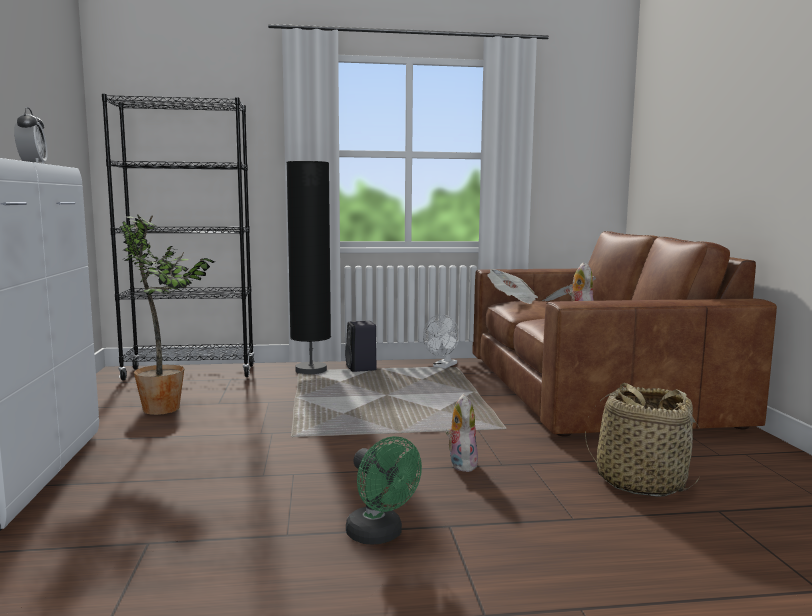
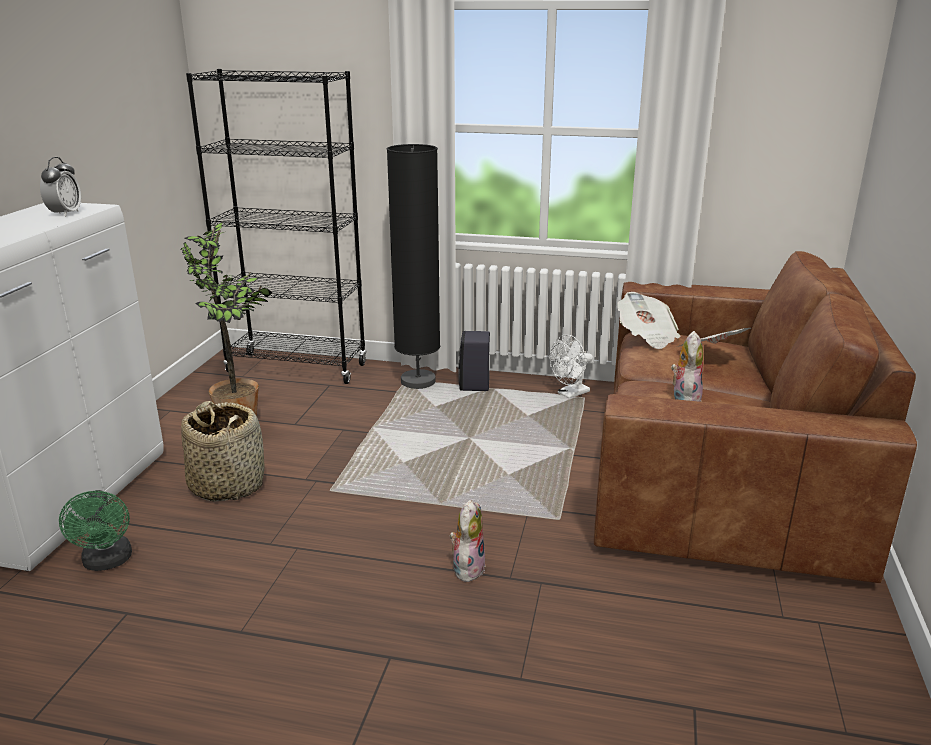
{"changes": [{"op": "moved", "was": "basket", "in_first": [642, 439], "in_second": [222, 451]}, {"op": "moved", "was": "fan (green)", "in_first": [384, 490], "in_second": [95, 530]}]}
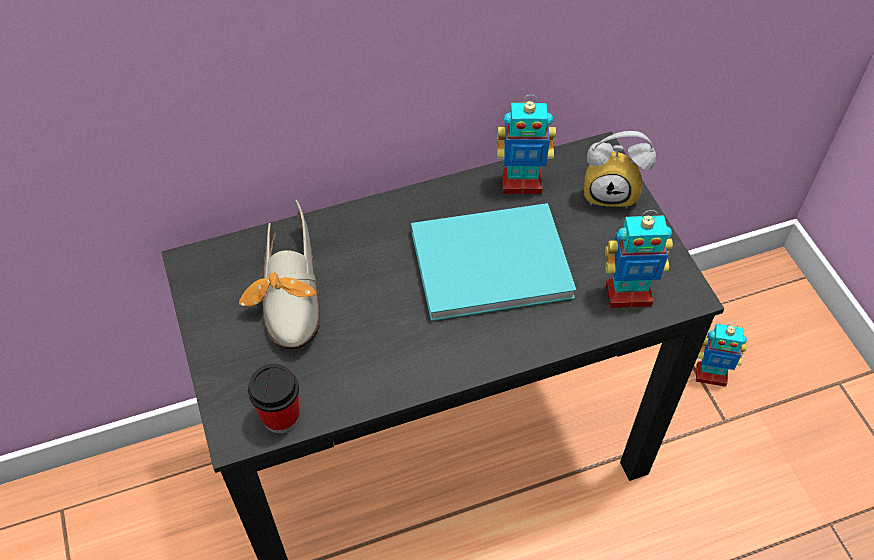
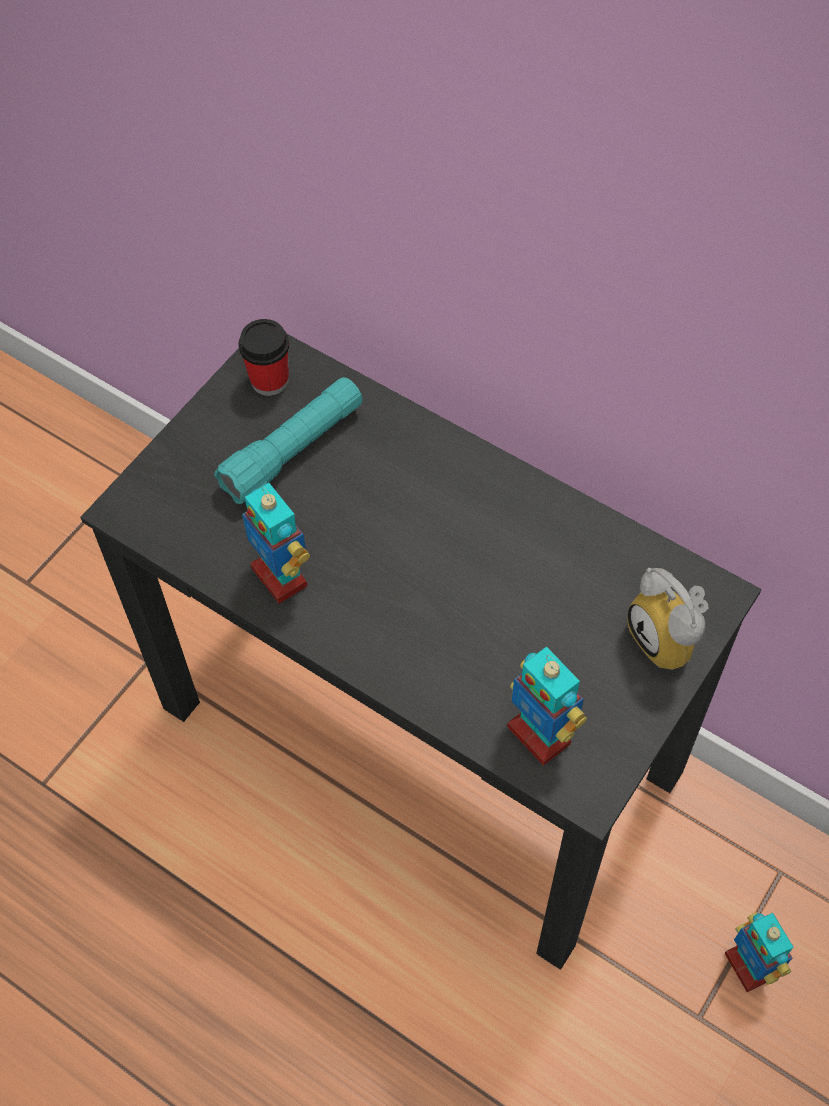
{"changes": [{"op": "moved", "was": "toy robot", "in_first": [526, 144], "in_second": [276, 543]}, {"op": "replaced", "was": "shoe", "now": "flashlight (turquoise)", "in_first": [280, 274], "in_second": [288, 440]}, {"op": "removed", "was": "book (turquoise)", "in_first": [493, 262]}, {"op": "moved", "was": "cup", "in_first": [274, 398], "in_second": [263, 357]}]}
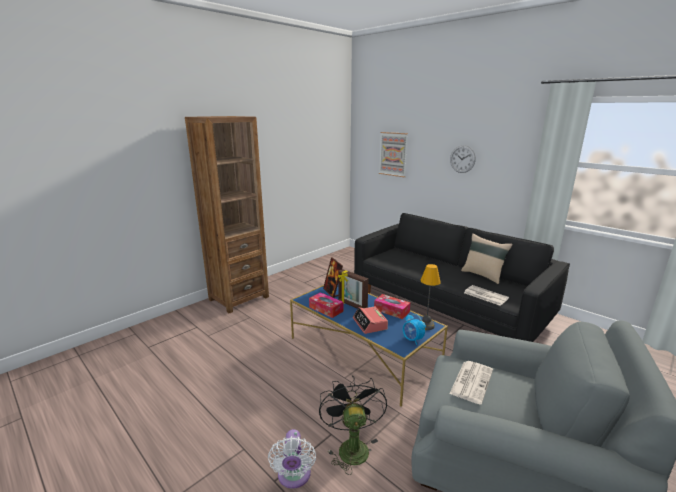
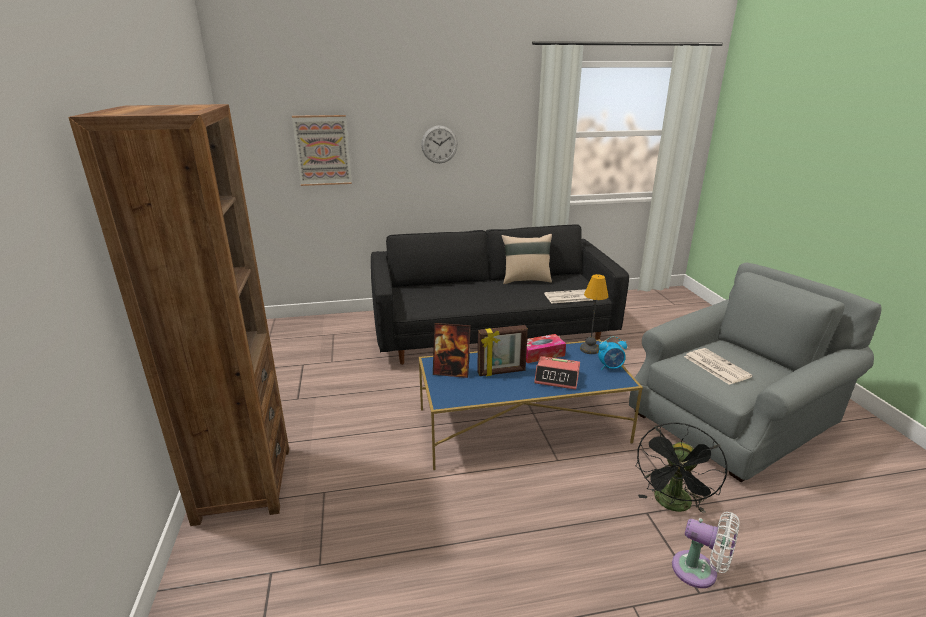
{"changes": [{"op": "removed", "was": "tissue box", "in_first": [326, 305]}, {"op": "turned", "was": "fan (black)", "in_first": [353, 425], "in_second": [682, 468], "clockwise": -90}]}
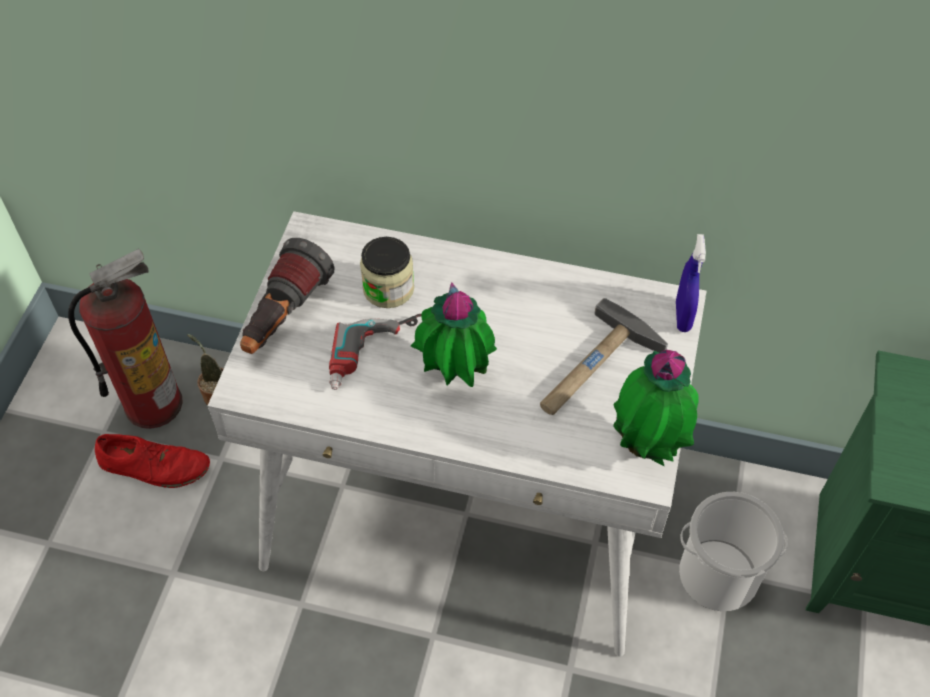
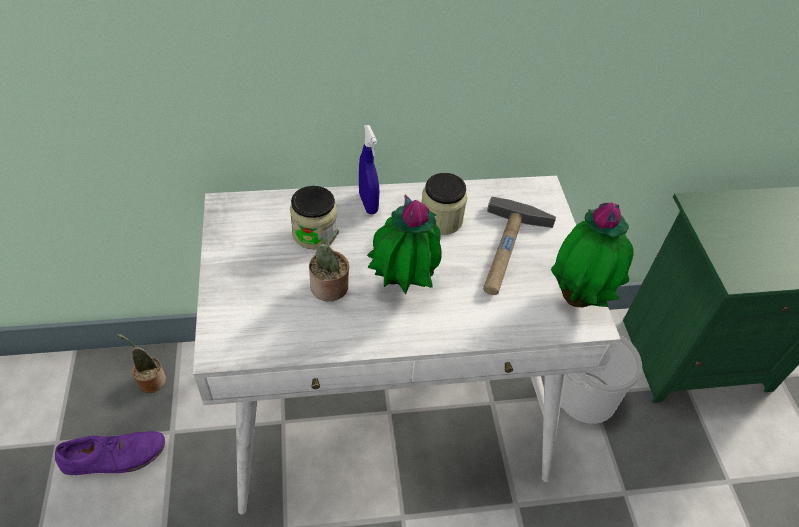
{"changes": [{"op": "moved", "was": "spray bottle (blue)", "in_first": [691, 283], "in_second": [369, 169]}, {"op": "removed", "was": "flashlight", "in_first": [287, 296]}, {"op": "removed", "was": "fire extinguisher", "in_first": [125, 339]}, {"op": "replaced", "was": "power drill", "now": "potted plant", "in_first": [375, 352], "in_second": [329, 265]}, {"op": "recoloured", "was": "shoe (red)", "now": "shoe (purple)", "in_first": [152, 461], "in_second": [110, 453]}, {"op": "added", "now": "jar", "in_second": [444, 204]}]}
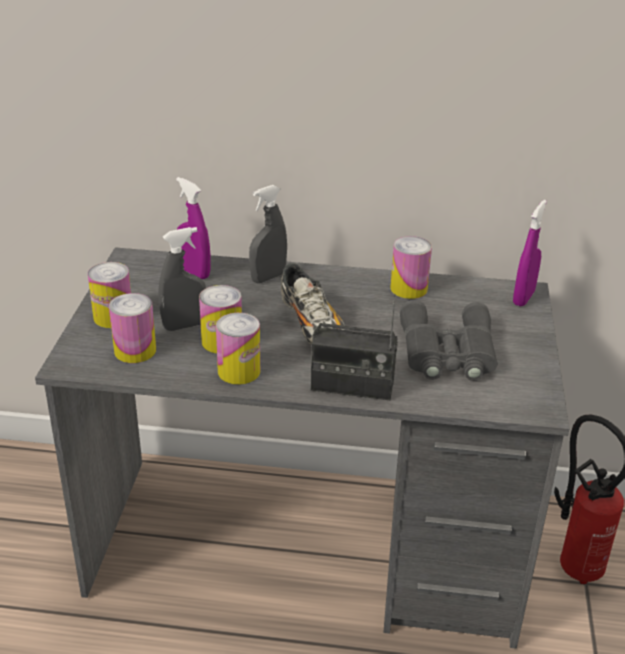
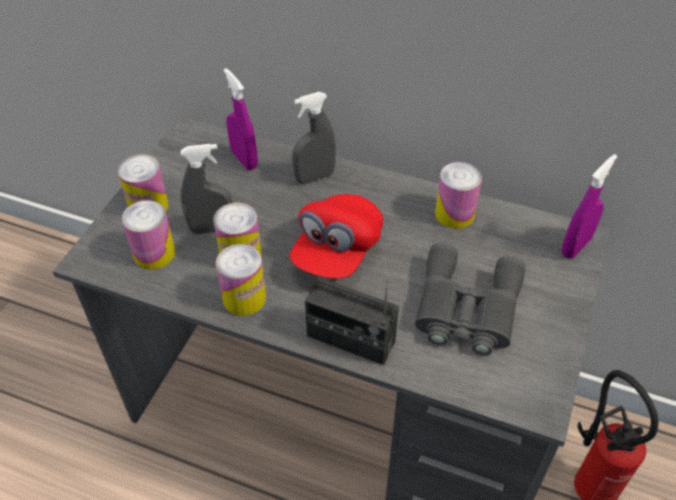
{"changes": [{"op": "replaced", "was": "shoe", "now": "cap (red)", "in_first": [313, 304], "in_second": [336, 236]}]}
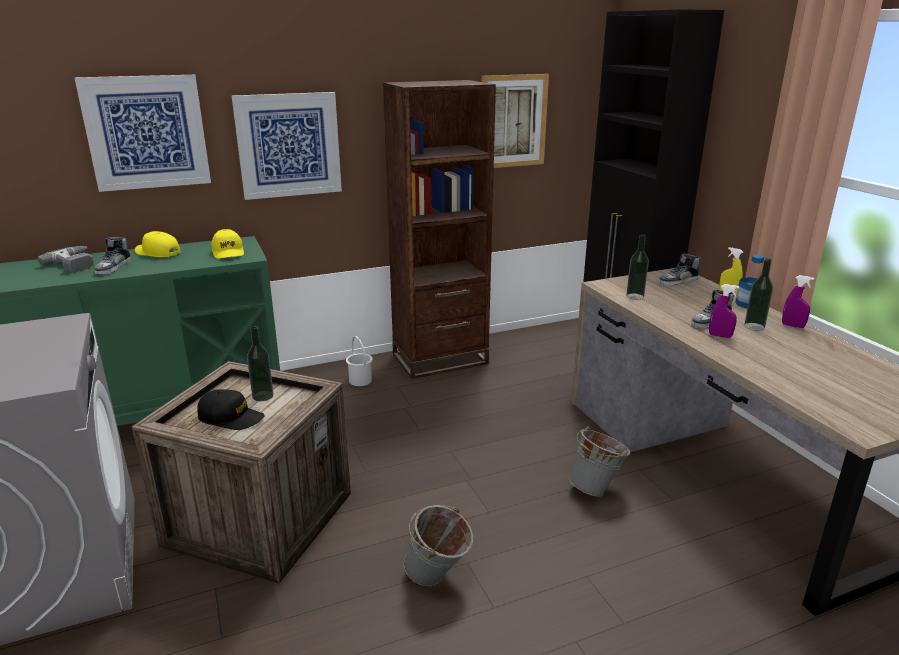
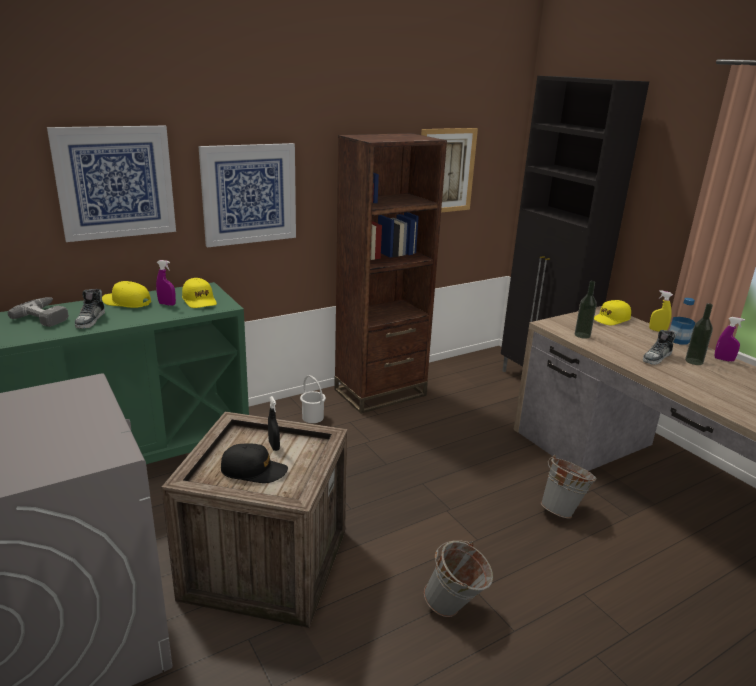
{"changes": [{"op": "replaced", "was": "shoe", "now": "cap (yellow)", "in_first": [680, 270], "in_second": [612, 312]}, {"op": "moved", "was": "spray bottle (purple)", "in_first": [724, 311], "in_second": [166, 283]}, {"op": "replaced", "was": "bottle", "now": "spray bottle (black)", "in_first": [260, 363], "in_second": [274, 423]}]}
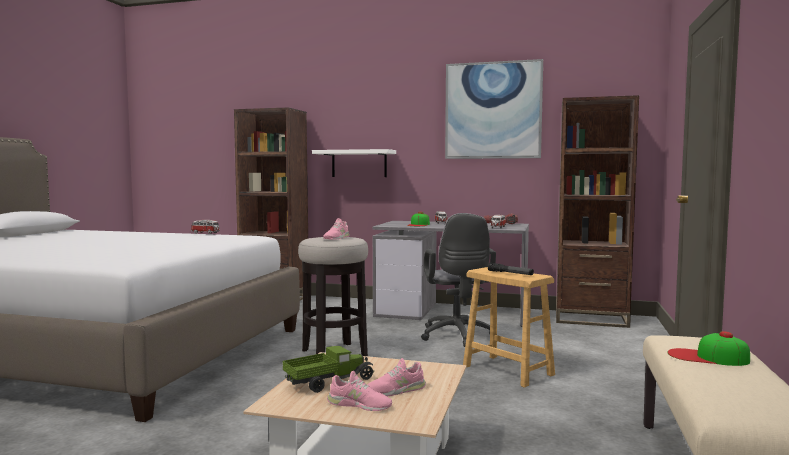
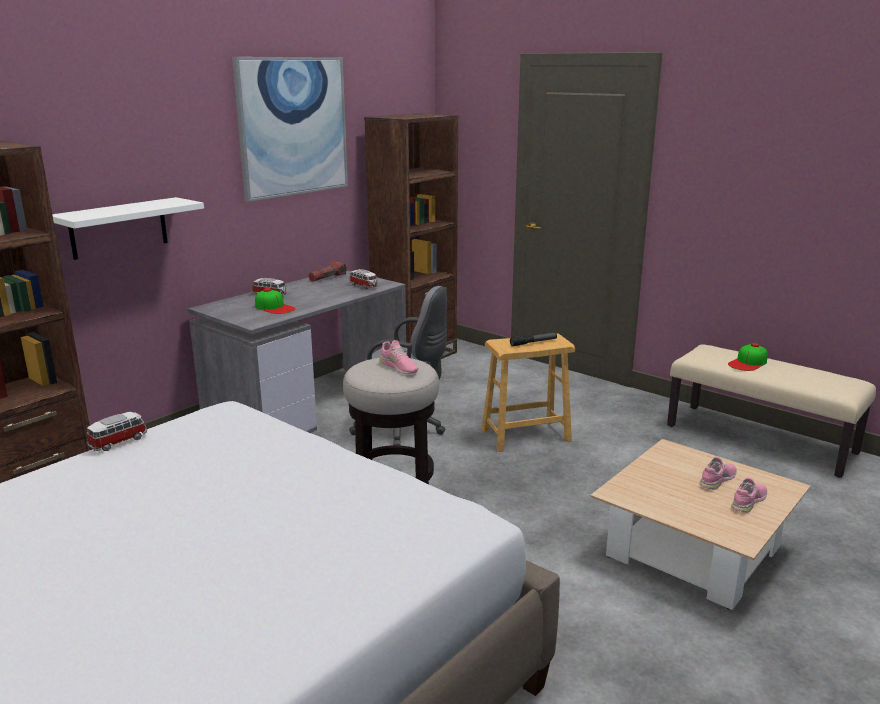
{"changes": [{"op": "removed", "was": "toy truck", "in_first": [328, 369]}, {"op": "turned", "was": "shoe (pink)", "in_first": [396, 377], "in_second": [718, 473], "clockwise": -135}]}
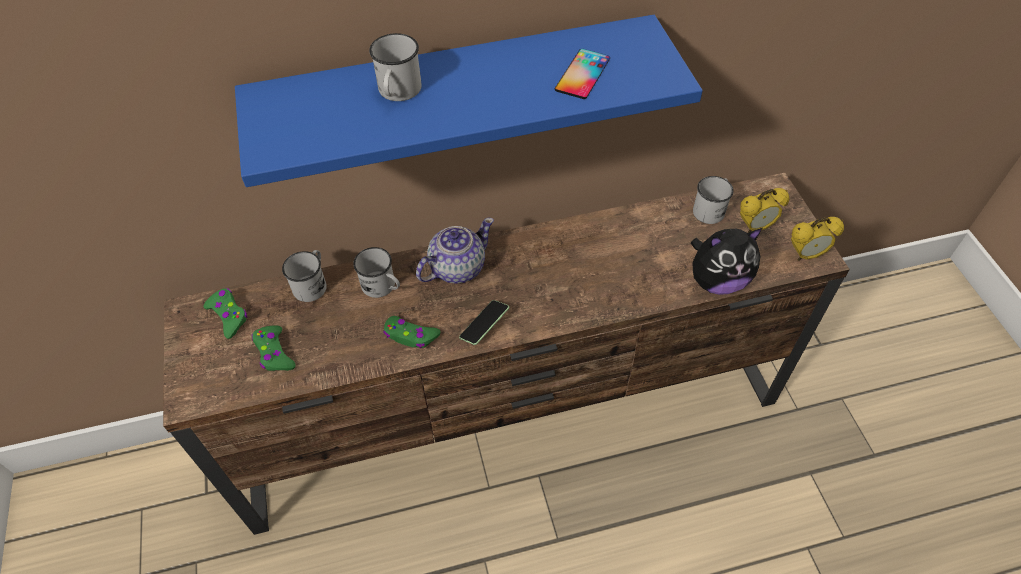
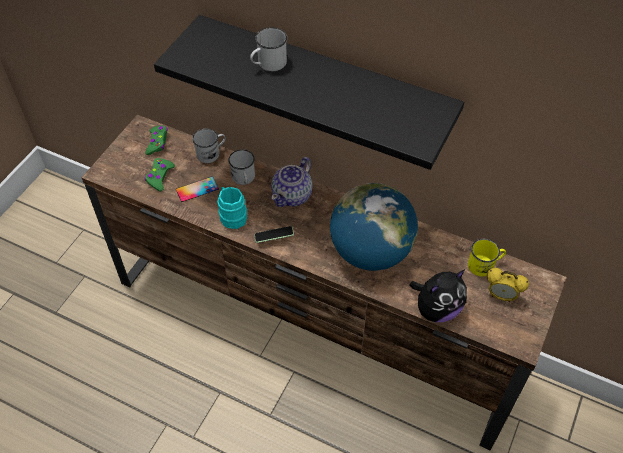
{"changes": [{"op": "recoloured", "was": "shelf (blue)", "now": "shelf (black)", "in_first": [469, 101], "in_second": [309, 92]}, {"op": "moved", "was": "phone", "in_first": [582, 74], "in_second": [197, 189]}, {"op": "recoloured", "was": "mug (white)", "now": "mug (yellow)", "in_first": [713, 200], "in_second": [487, 257]}, {"op": "removed", "was": "alarm clock", "in_first": [817, 239]}, {"op": "turned", "was": "teapot", "in_first": [455, 251], "in_second": [291, 182], "clockwise": 120}, {"op": "turned", "was": "plush toy", "in_first": [726, 261], "in_second": [438, 295], "clockwise": -60}, {"op": "replaced", "was": "game controller (green)", "now": "mug (turquoise)", "in_first": [411, 332], "in_second": [232, 208]}, {"op": "added", "now": "globe", "in_second": [374, 227]}]}
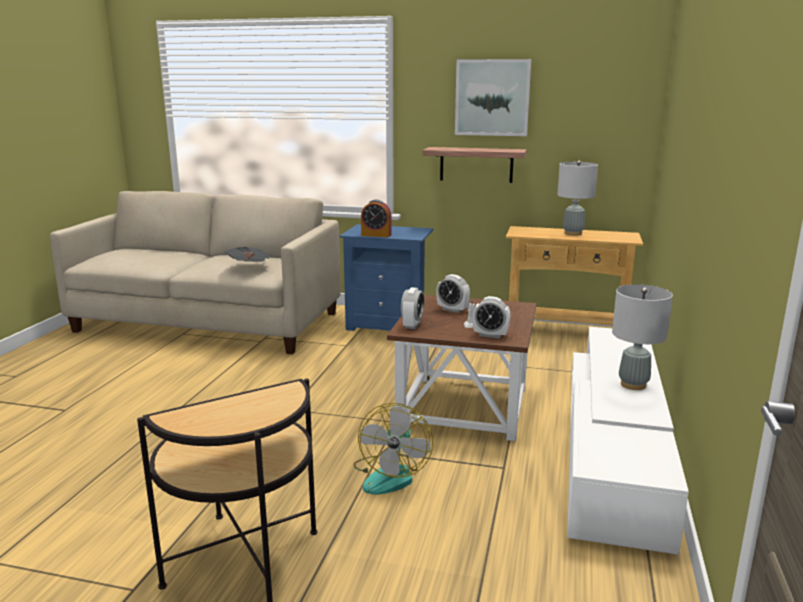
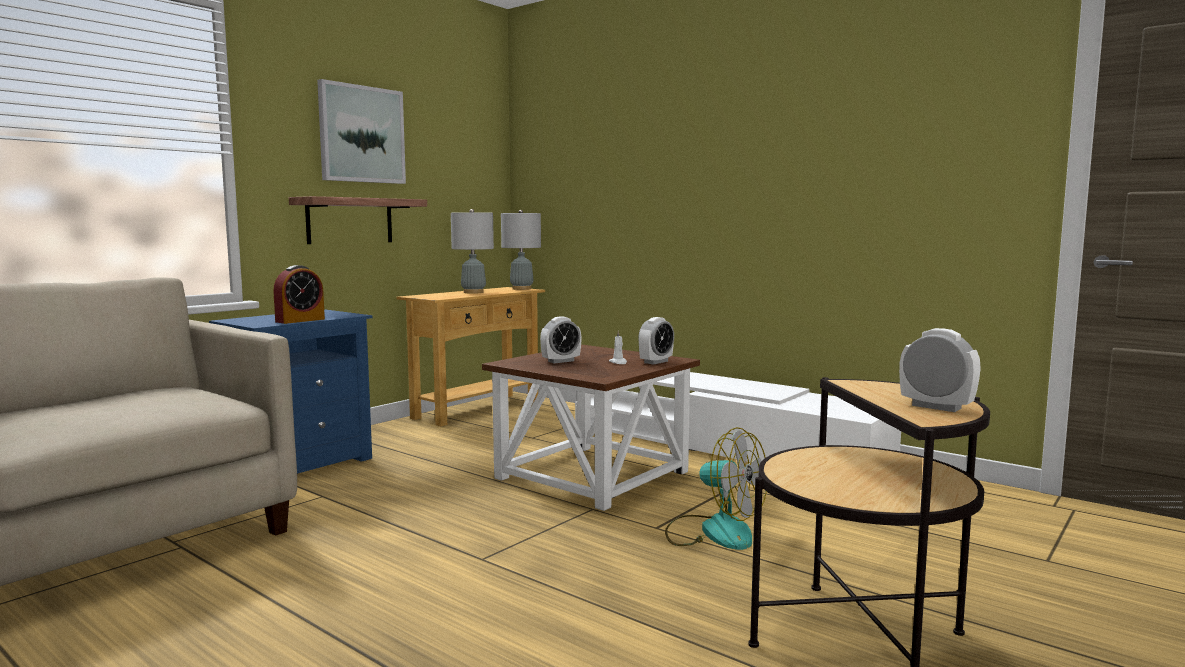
{"changes": [{"op": "removed", "was": "newspaper", "in_first": [247, 254]}, {"op": "moved", "was": "table lamp (grey)", "in_first": [642, 337], "in_second": [521, 250]}, {"op": "moved", "was": "alarm clock", "in_first": [412, 308], "in_second": [940, 370]}]}
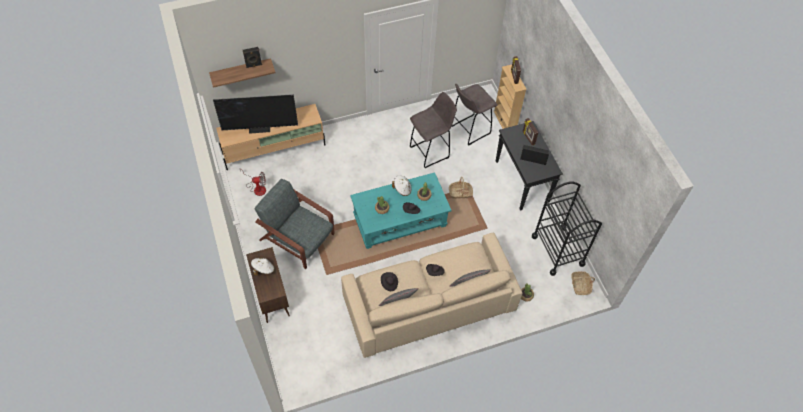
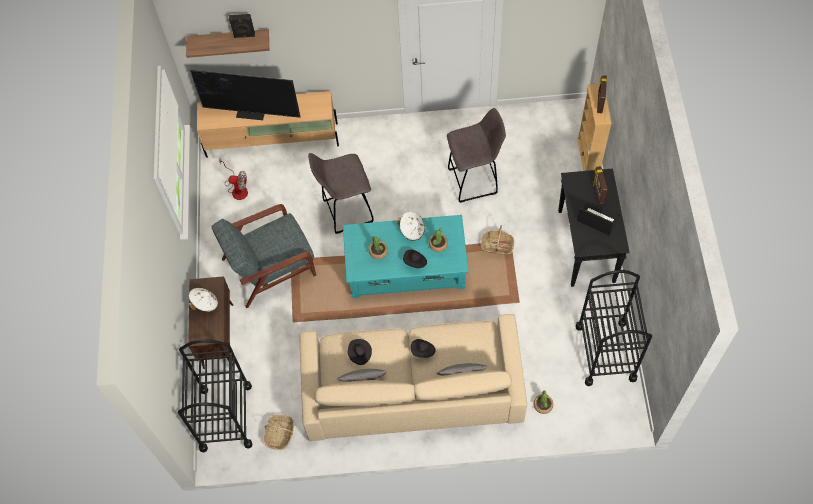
{"changes": [{"op": "moved", "was": "stool (grey)", "in_first": [474, 114], "in_second": [341, 193]}, {"op": "turned", "was": "armchair (grey)", "in_first": [295, 224], "in_second": [264, 256], "clockwise": -75}, {"op": "moved", "was": "basket", "in_first": [583, 283], "in_second": [279, 432]}, {"op": "added", "now": "cart (black)", "in_second": [215, 395]}]}
